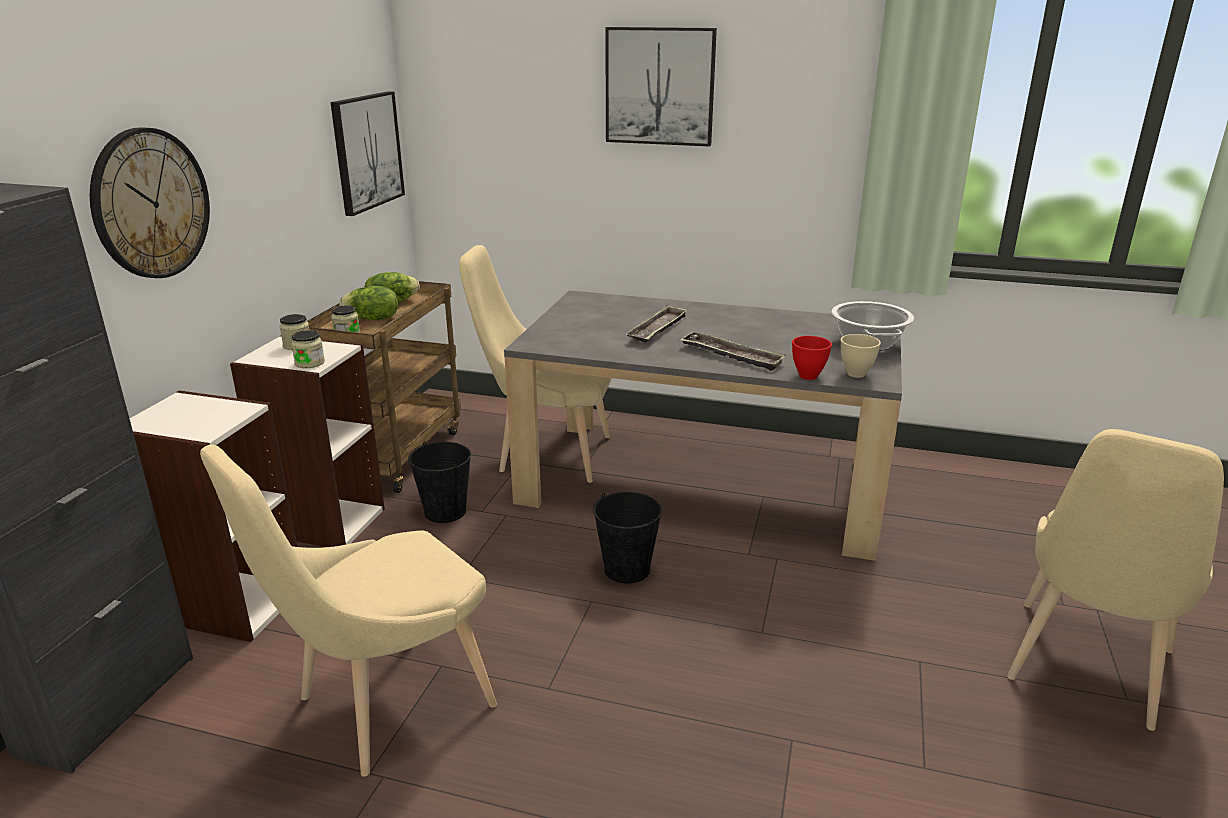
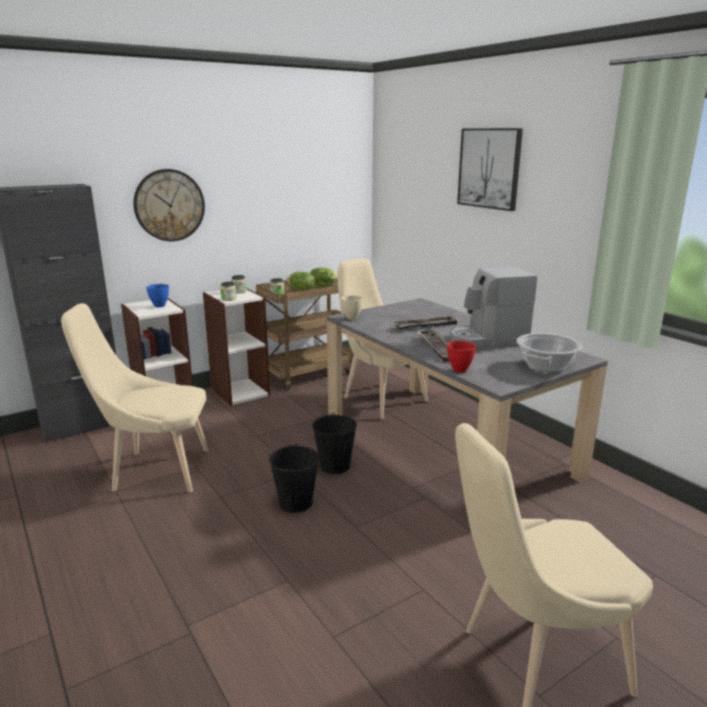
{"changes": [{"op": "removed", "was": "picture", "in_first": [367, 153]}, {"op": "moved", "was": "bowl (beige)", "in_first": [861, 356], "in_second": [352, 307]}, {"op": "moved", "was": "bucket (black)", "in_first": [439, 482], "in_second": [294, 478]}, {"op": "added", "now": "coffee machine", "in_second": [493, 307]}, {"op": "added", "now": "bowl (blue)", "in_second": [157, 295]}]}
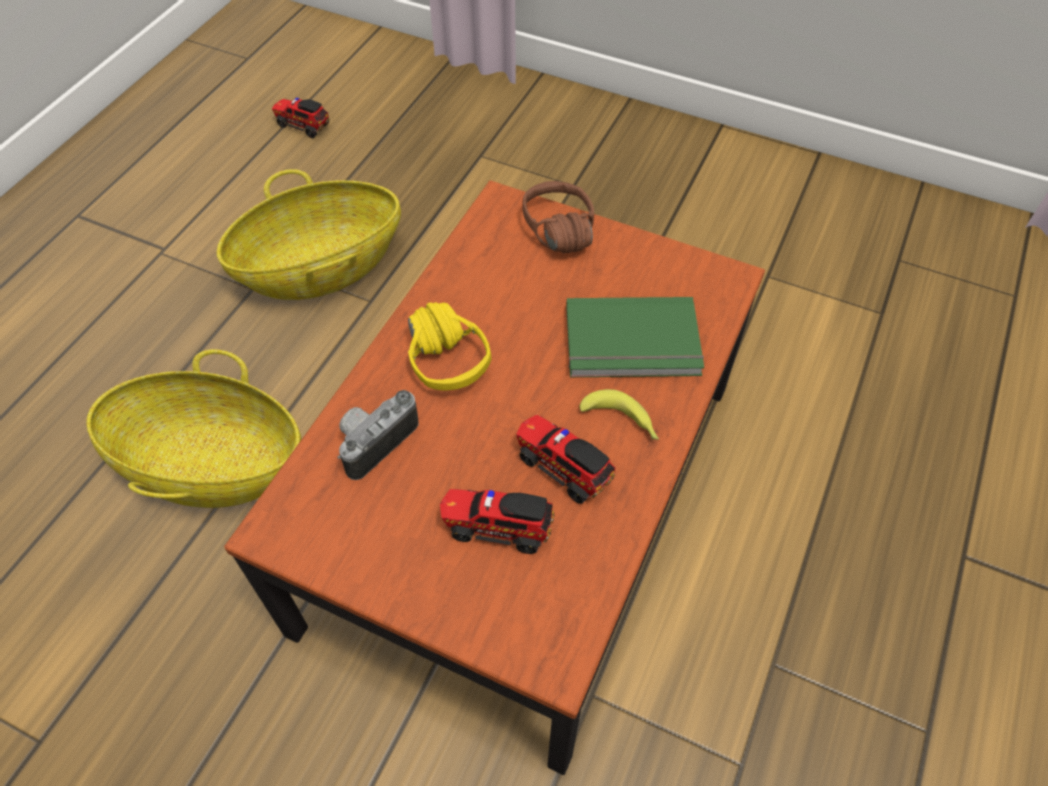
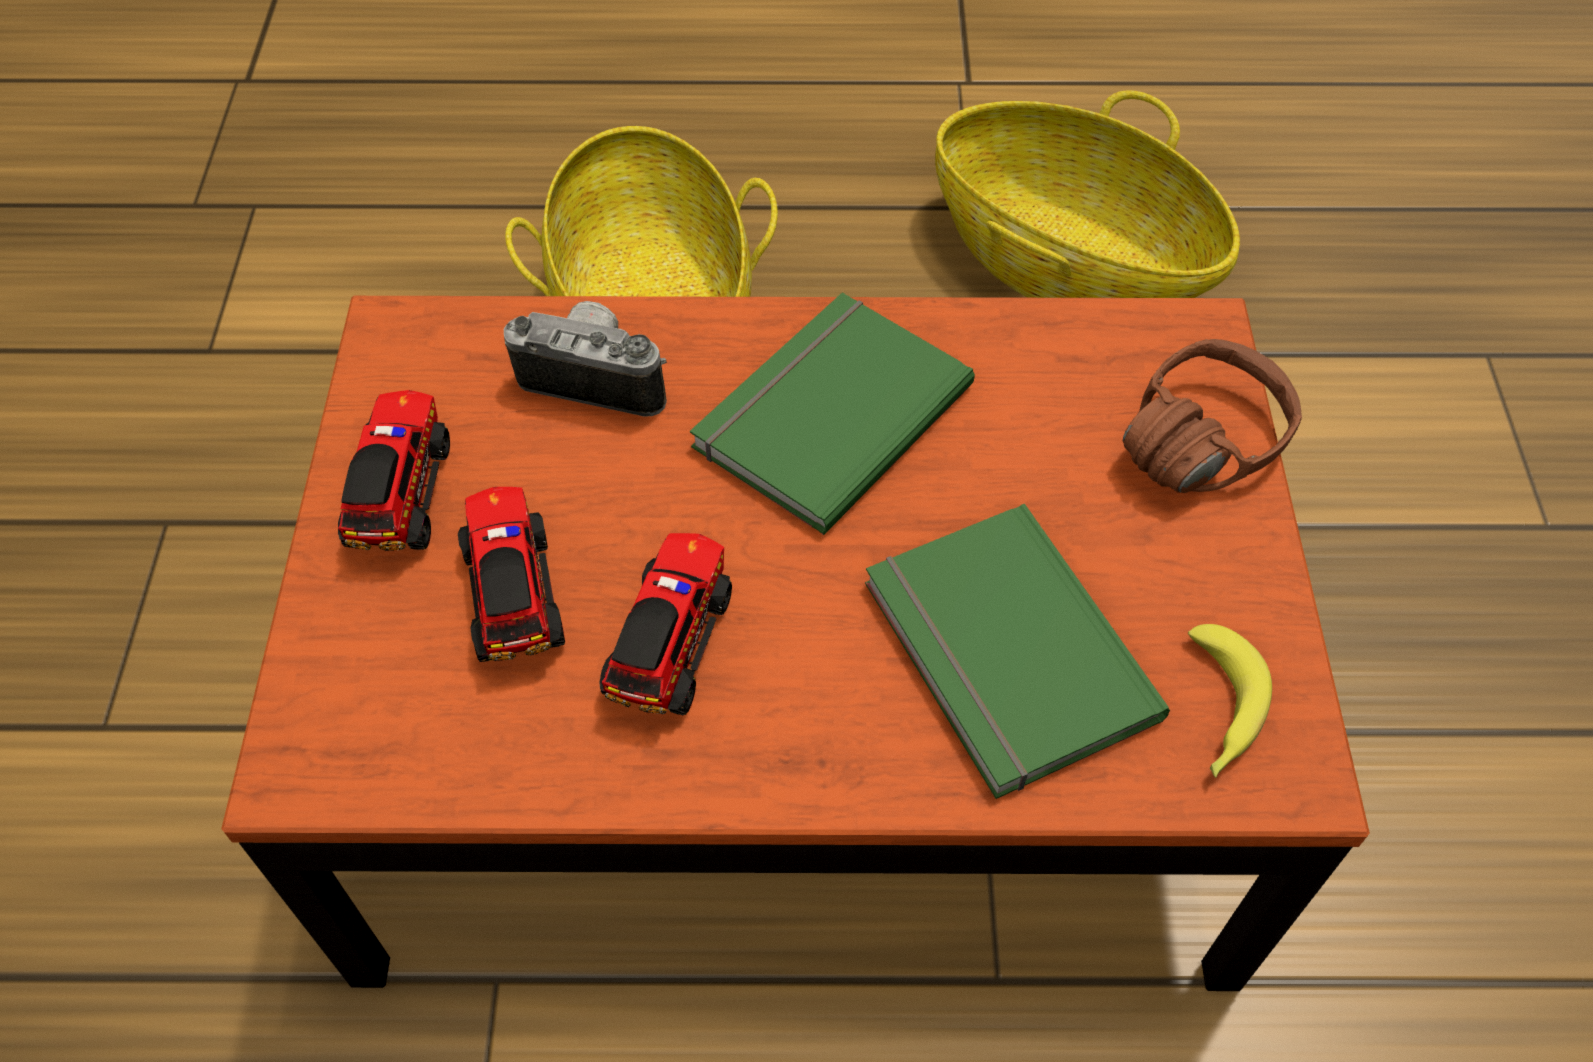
{"changes": [{"op": "moved", "was": "toy truck", "in_first": [300, 118], "in_second": [394, 470]}, {"op": "replaced", "was": "headphones (yellow)", "now": "book (green)", "in_first": [449, 346], "in_second": [832, 414]}, {"op": "moved", "was": "banana", "in_first": [619, 414], "in_second": [1230, 701]}]}
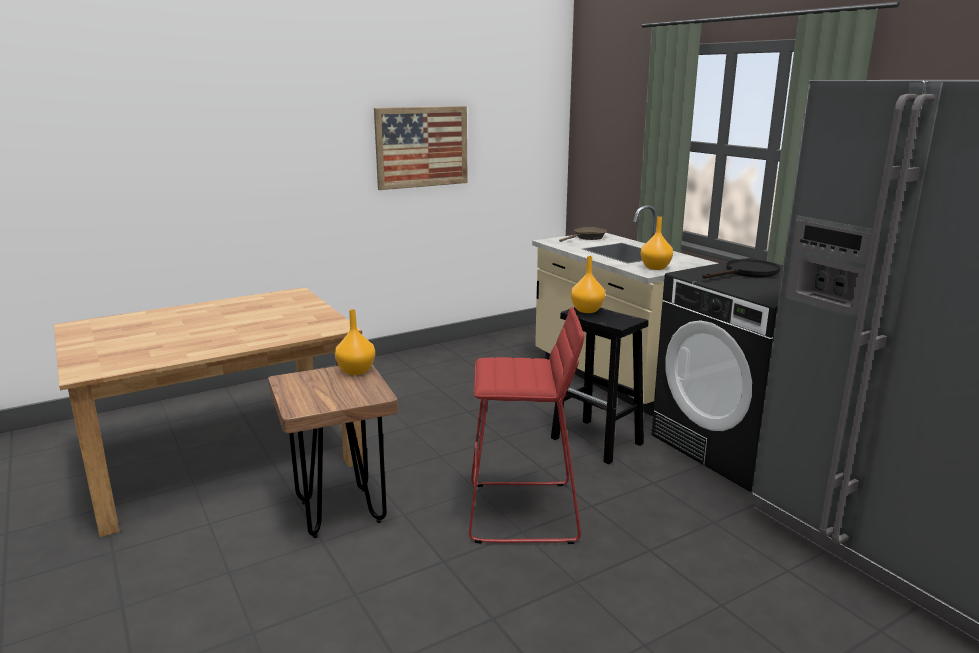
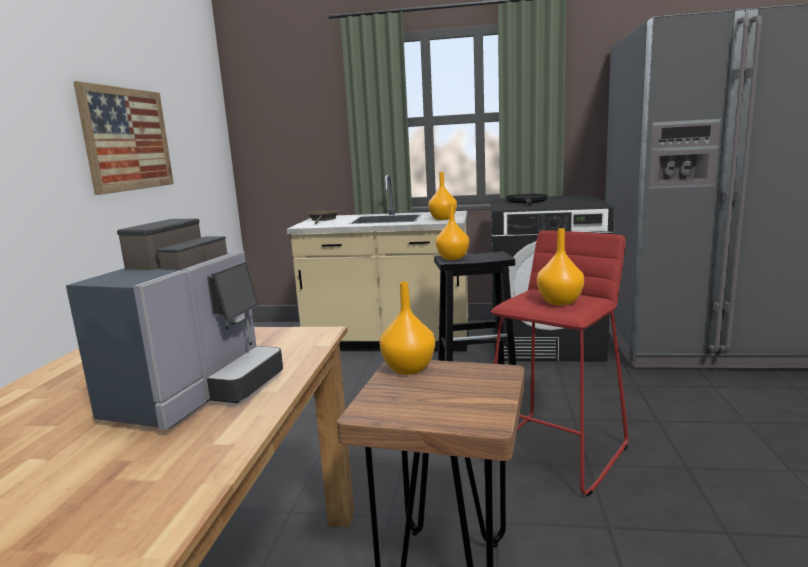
{"changes": [{"op": "added", "now": "coffee machine", "in_second": [174, 324]}, {"op": "added", "now": "vase (orange)", "in_second": [560, 266]}]}
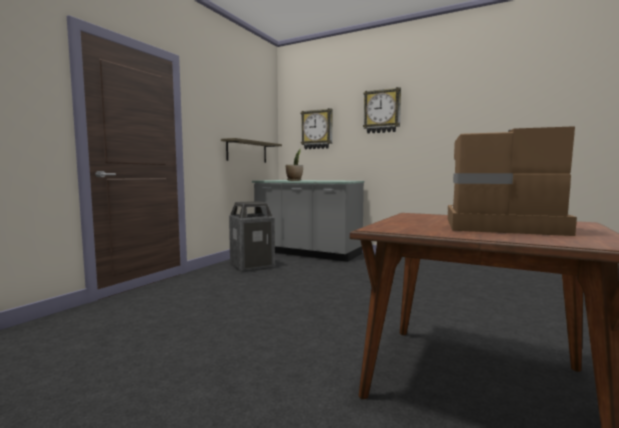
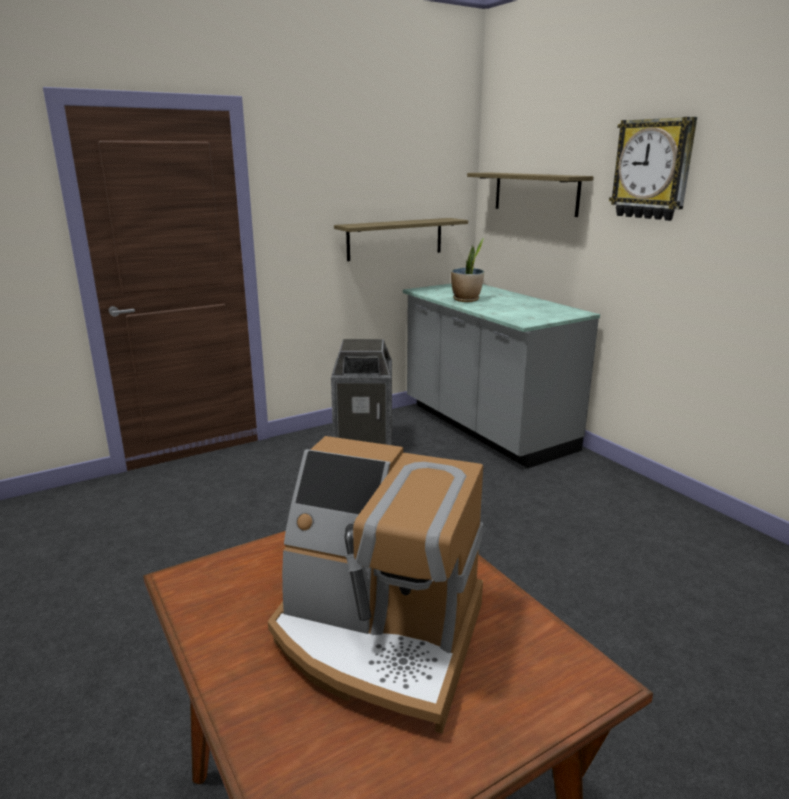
{"changes": [{"op": "replaced", "was": "wall clock", "now": "shelf", "in_first": [316, 128], "in_second": [530, 195]}, {"op": "turned", "was": "coffee machine", "in_first": [512, 181], "in_second": [375, 585], "clockwise": 150}]}
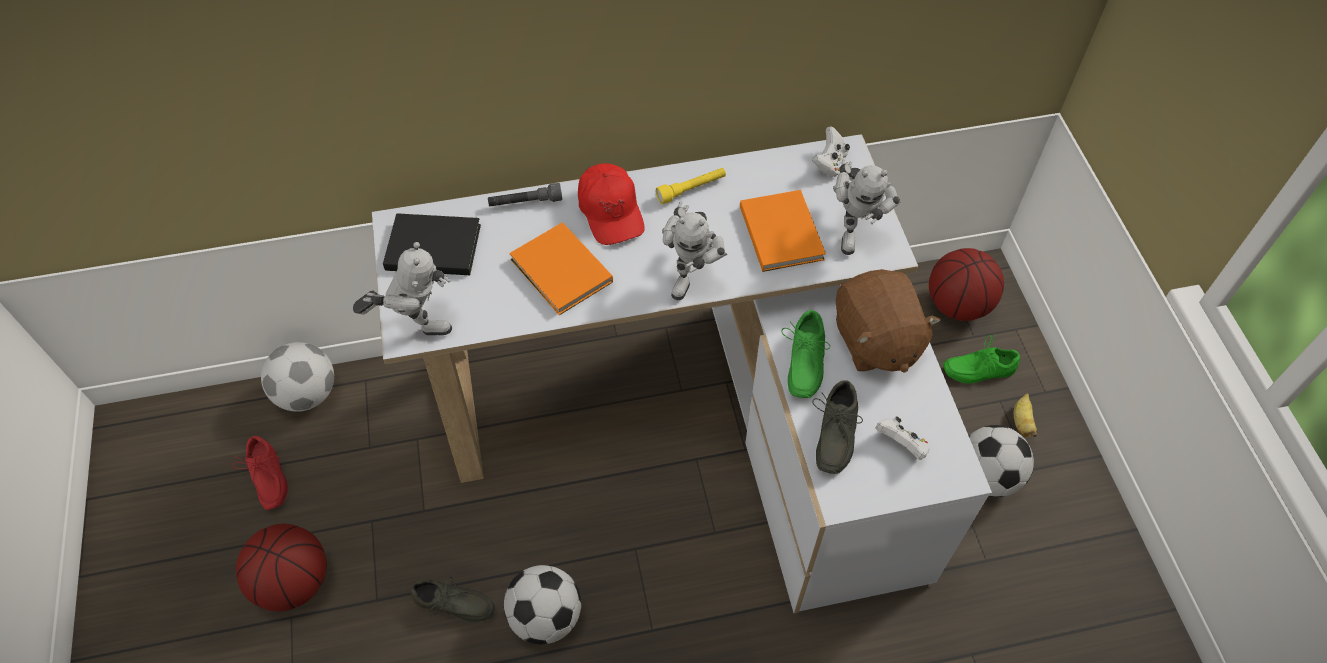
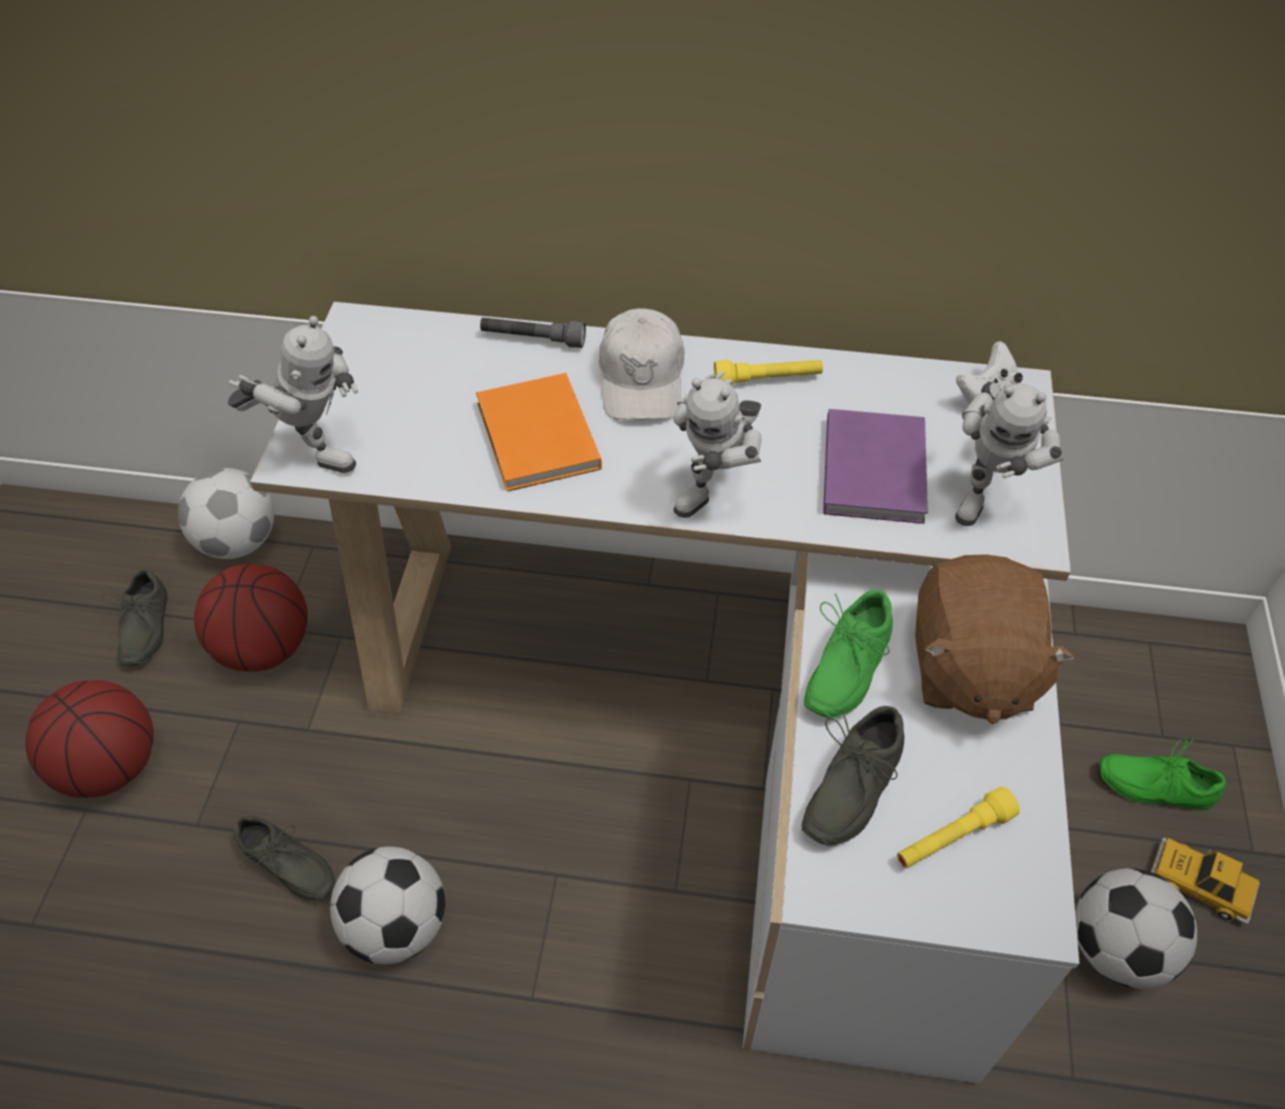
{"changes": [{"op": "recoloured", "was": "cap (red)", "now": "cap (white)", "in_first": [611, 204], "in_second": [641, 364]}, {"op": "recoloured", "was": "book (orange)", "now": "book (purple)", "in_first": [783, 231], "in_second": [875, 466]}, {"op": "removed", "was": "book (black)", "in_first": [432, 244]}, {"op": "moved", "was": "basketball", "in_first": [966, 284], "in_second": [251, 618]}, {"op": "replaced", "was": "banana", "now": "toy car", "in_first": [1025, 415], "in_second": [1205, 881]}, {"op": "replaced", "was": "game controller (white)", "now": "flashlight (yellow)", "in_first": [903, 438], "in_second": [958, 827]}, {"op": "recoloured", "was": "shoe (red)", "now": "shoe (grey)", "in_first": [260, 473], "in_second": [134, 617]}]}
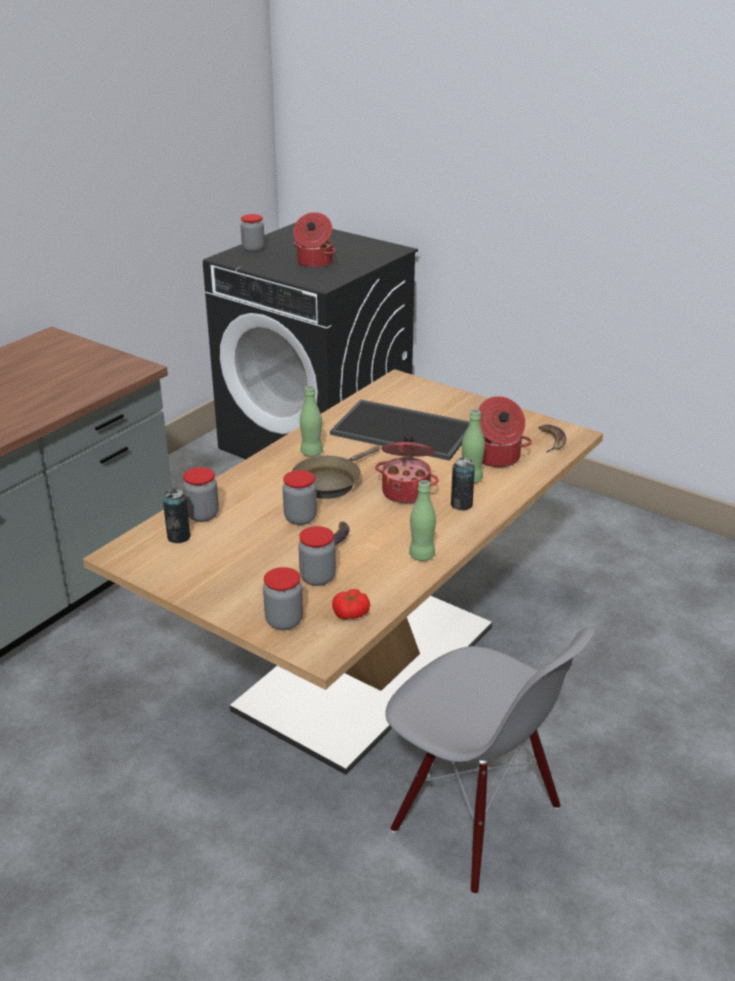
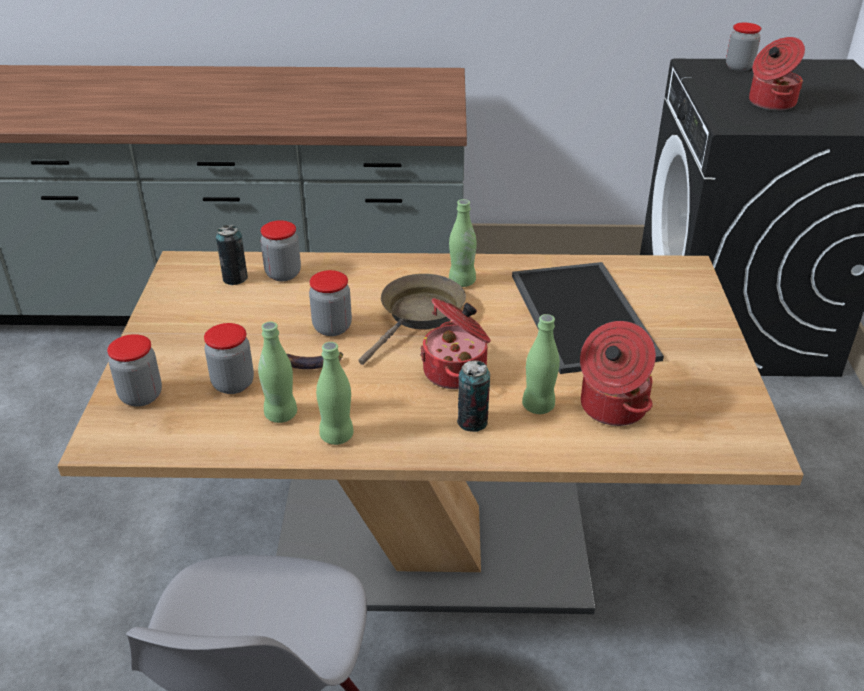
{"changes": [{"op": "removed", "was": "banana", "in_first": [552, 438]}, {"op": "turned", "was": "frying pan (brown)", "in_first": [336, 472], "in_second": [412, 319], "clockwise": 120}, {"op": "removed", "was": "tomato", "in_first": [351, 604]}, {"op": "added", "now": "bottle (green)", "in_second": [277, 372]}]}
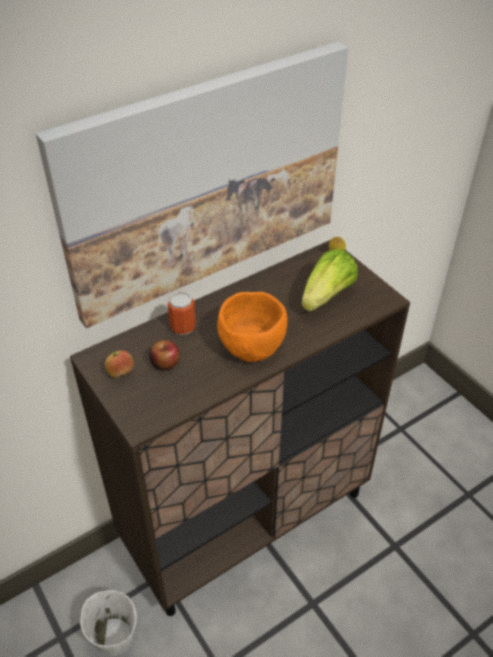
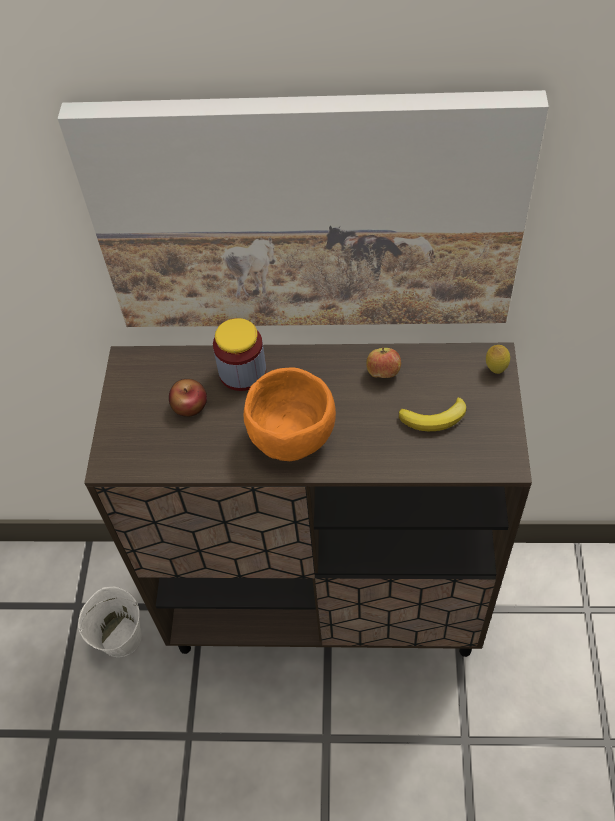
{"changes": [{"op": "replaced", "was": "lettuce", "now": "banana", "in_first": [329, 280], "in_second": [432, 414]}, {"op": "replaced", "was": "can", "now": "jar", "in_first": [182, 313], "in_second": [239, 354]}, {"op": "moved", "was": "apple", "in_first": [119, 364], "in_second": [383, 362]}]}
